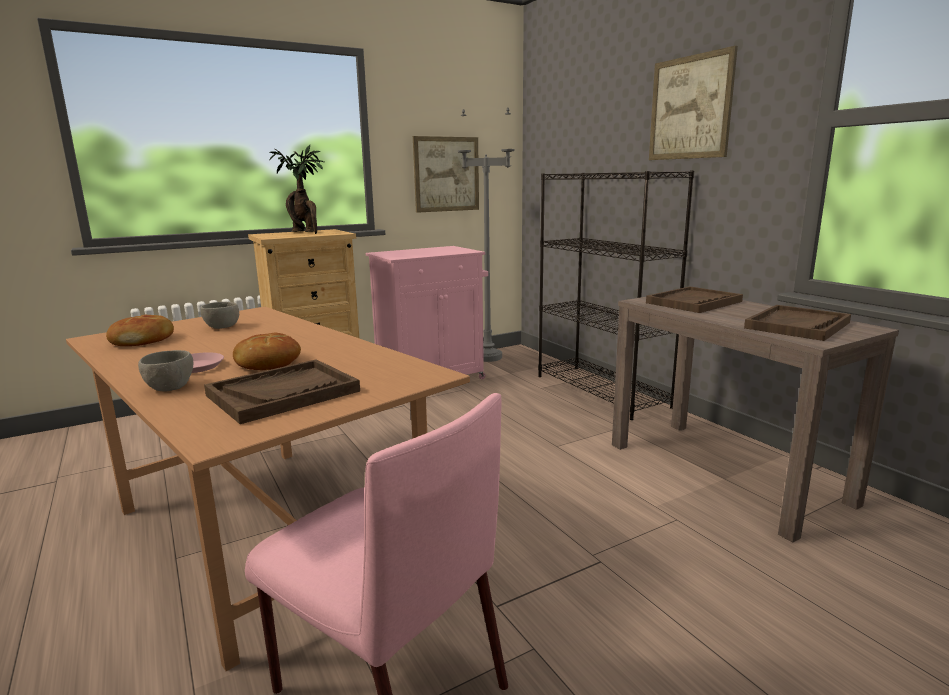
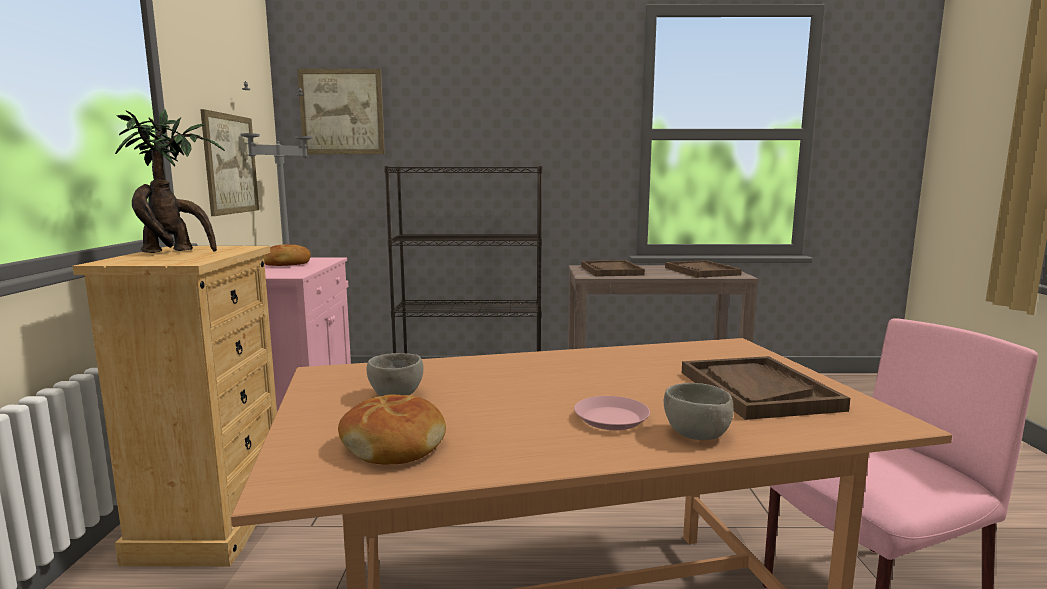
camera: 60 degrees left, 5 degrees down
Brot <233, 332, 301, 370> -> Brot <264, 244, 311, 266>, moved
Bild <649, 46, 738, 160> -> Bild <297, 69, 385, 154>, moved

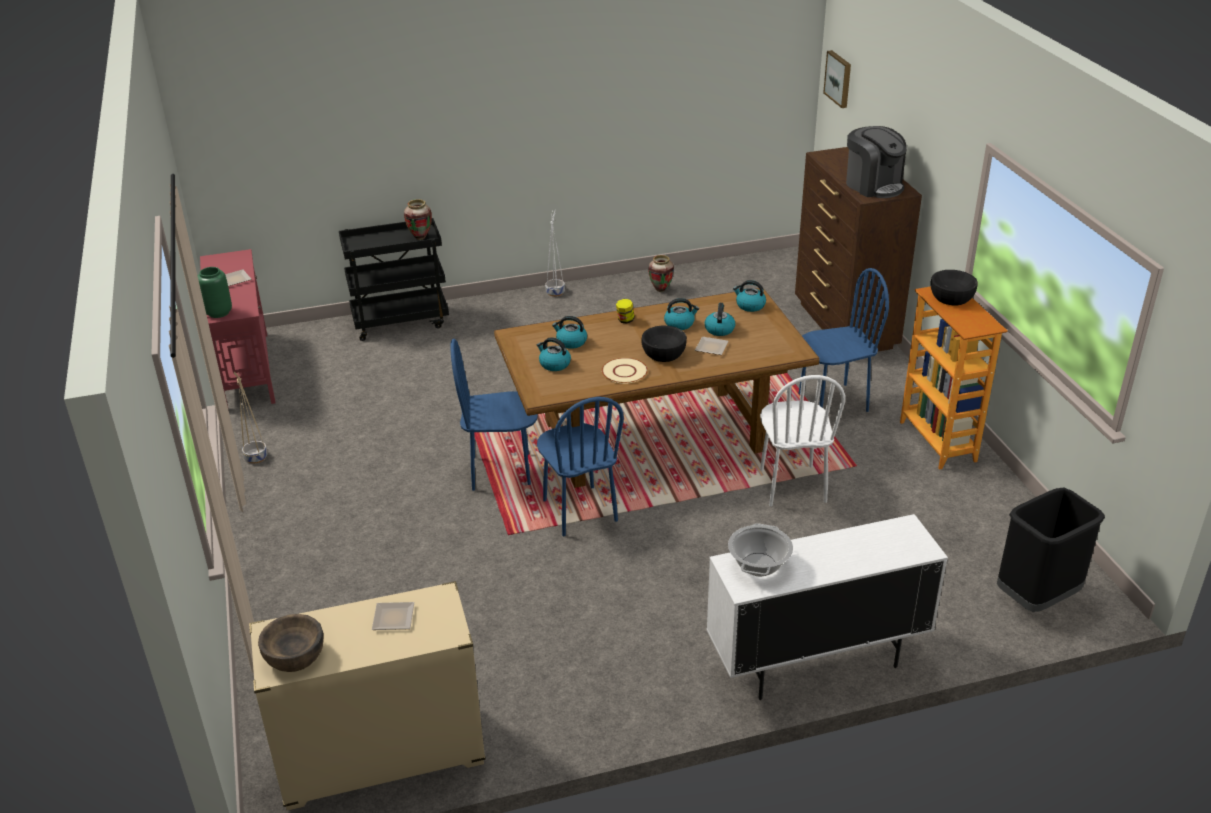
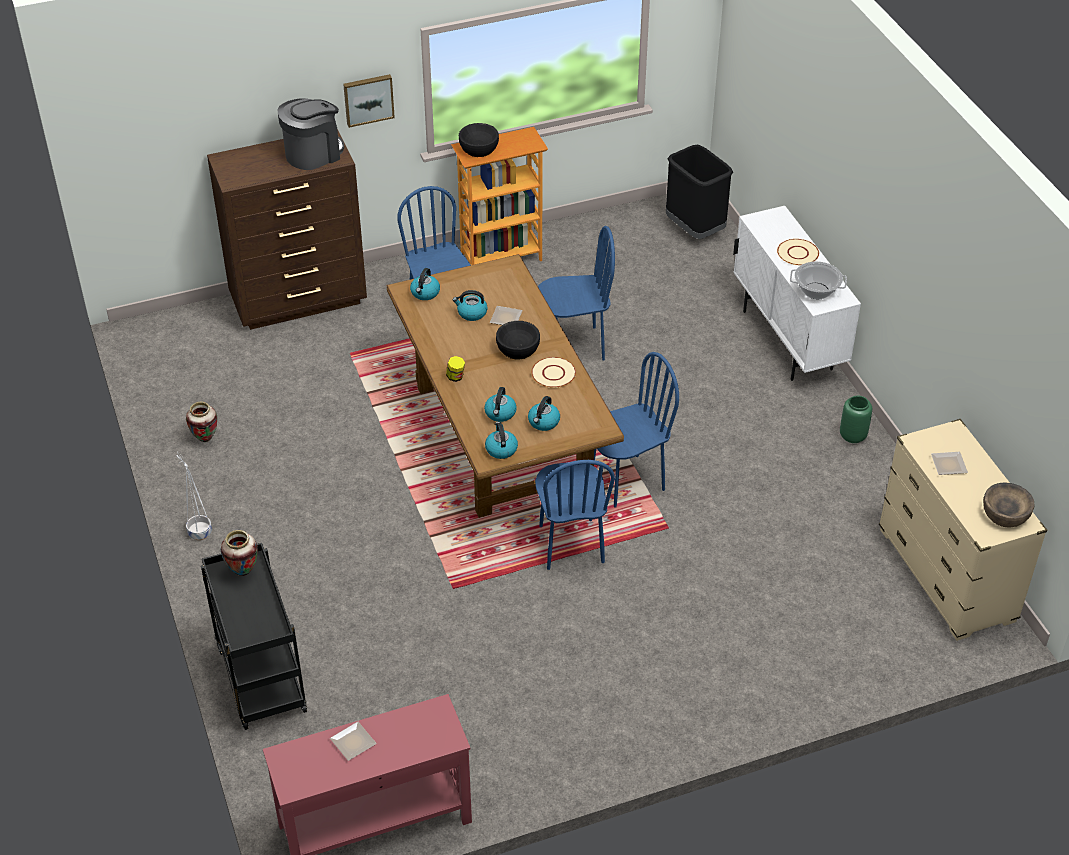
camera: 95 degrees left, 10 degrees up
Bild <823, 50, 851, 108> -> Bild <343, 74, 395, 128>, moved
Wasserkessel <664, 298, 699, 330> -> Wasserkessel <485, 422, 518, 459>, moved
Stuhl/weiß <760, 375, 845, 506> -> Stuhl/blau <538, 226, 615, 361>
none -> Teller/beige <777, 239, 819, 266>
Vase/grün <198, 267, 232, 318> -> Vase/grün <840, 396, 872, 443>, moved
Pflanzkübel/beige <234, 372, 268, 464> -> none

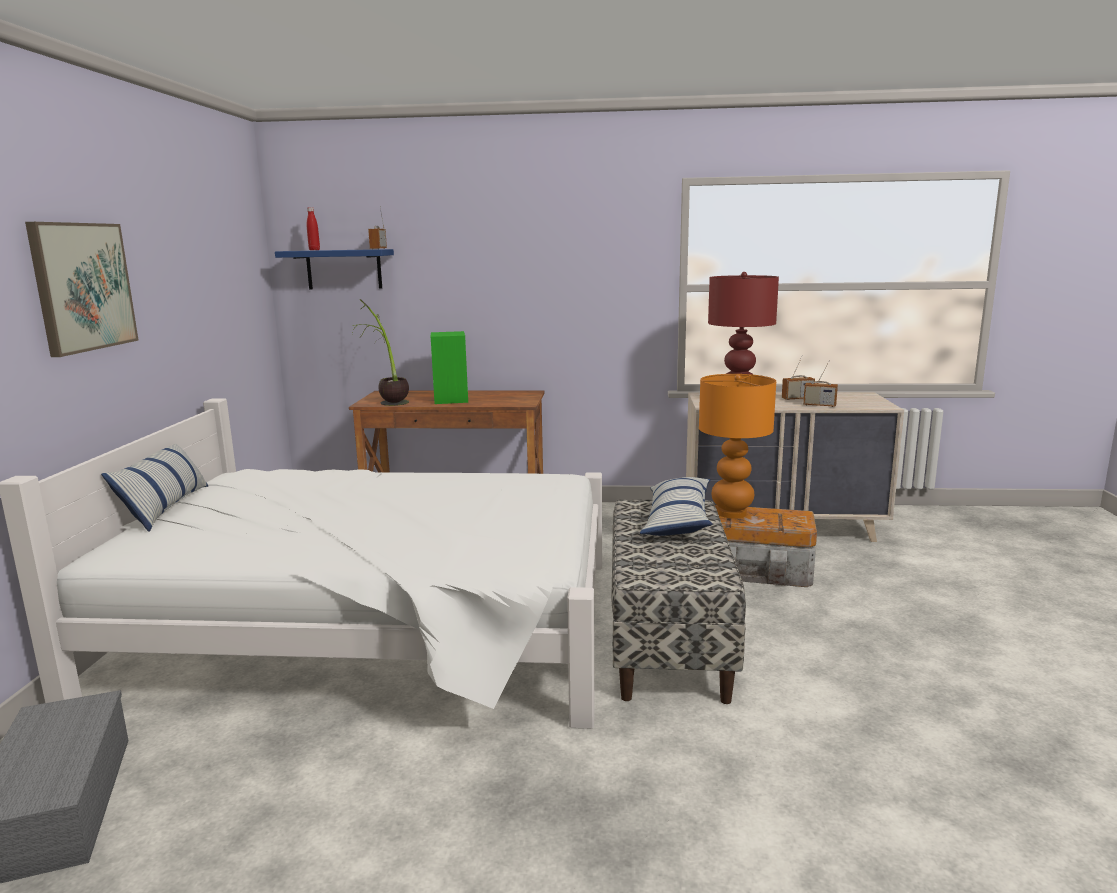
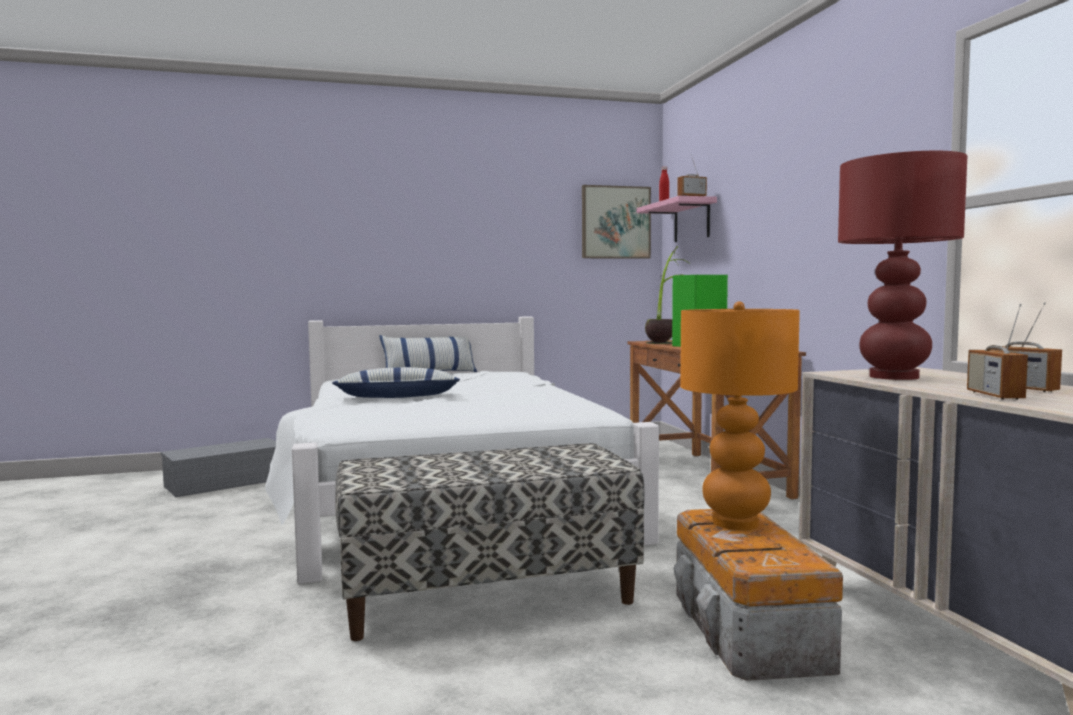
camera: 70 degrees right, 10 degrees down
Kissen <640, 477, 712, 536> -> Kissen <332, 367, 460, 398>, moved
Bild <25, 222, 139, 357> -> Bild <582, 185, 651, 259>, moved
Wandregal/blau <275, 249, 394, 289> -> Wandregal/rosa <636, 196, 717, 242>

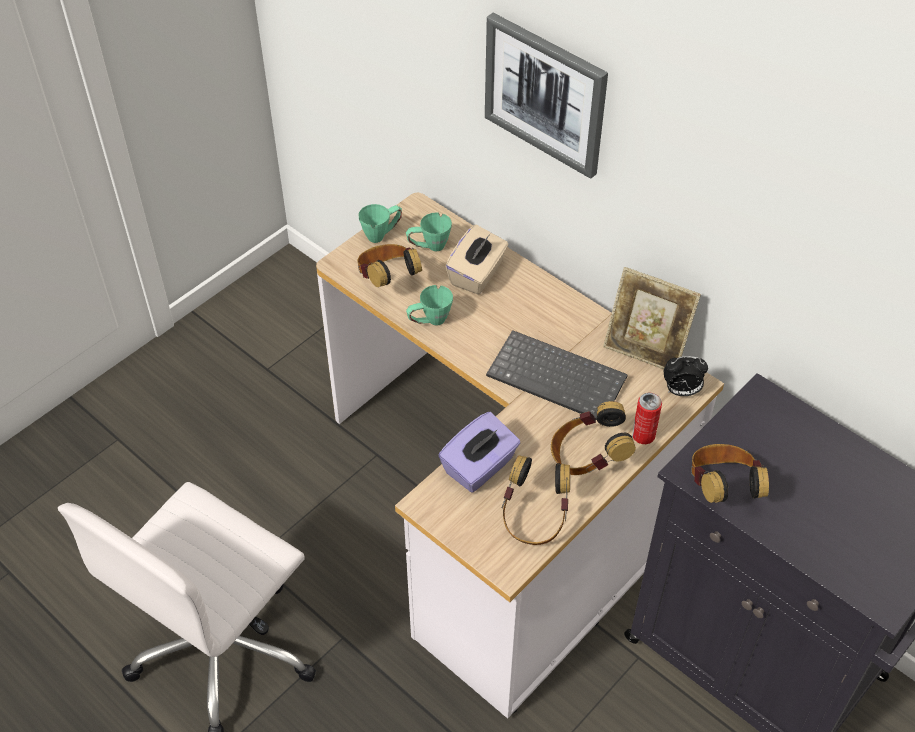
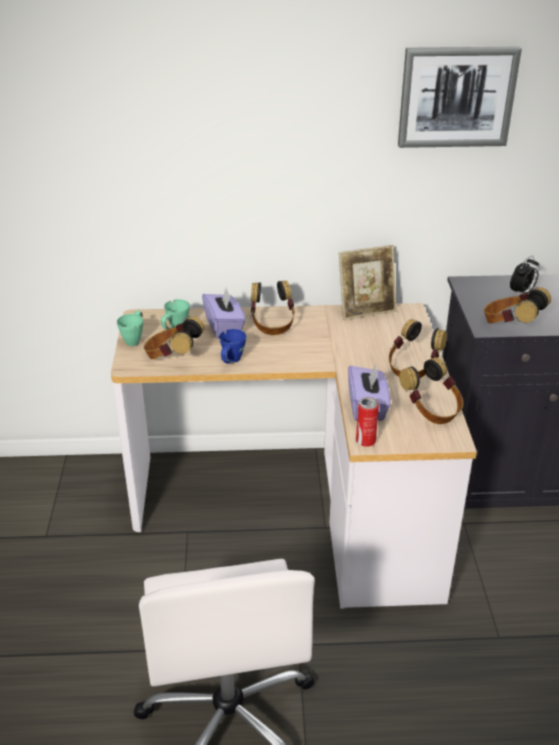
camera: 45 degrees left, 15 degrees down
Taschentuchbox/beige <445, 225, 509, 294> -> Taschentuchbox/lila <202, 288, 246, 339>
Henkelbecher/grün <406, 285, 453, 325> -> Henkelbecher/blau <219, 329, 246, 364>
none -> Kopfhörer <251, 280, 295, 335>
Dose <632, 393, 662, 444> -> Dose <356, 397, 379, 447>, moved
Bild <485, 13, 608, 179> -> Bild <398, 47, 522, 148>, moved
Wecker <664, 356, 708, 396> -> Wecker <510, 256, 539, 296>, moved
Tastatur <486, 330, 628, 420> -> none

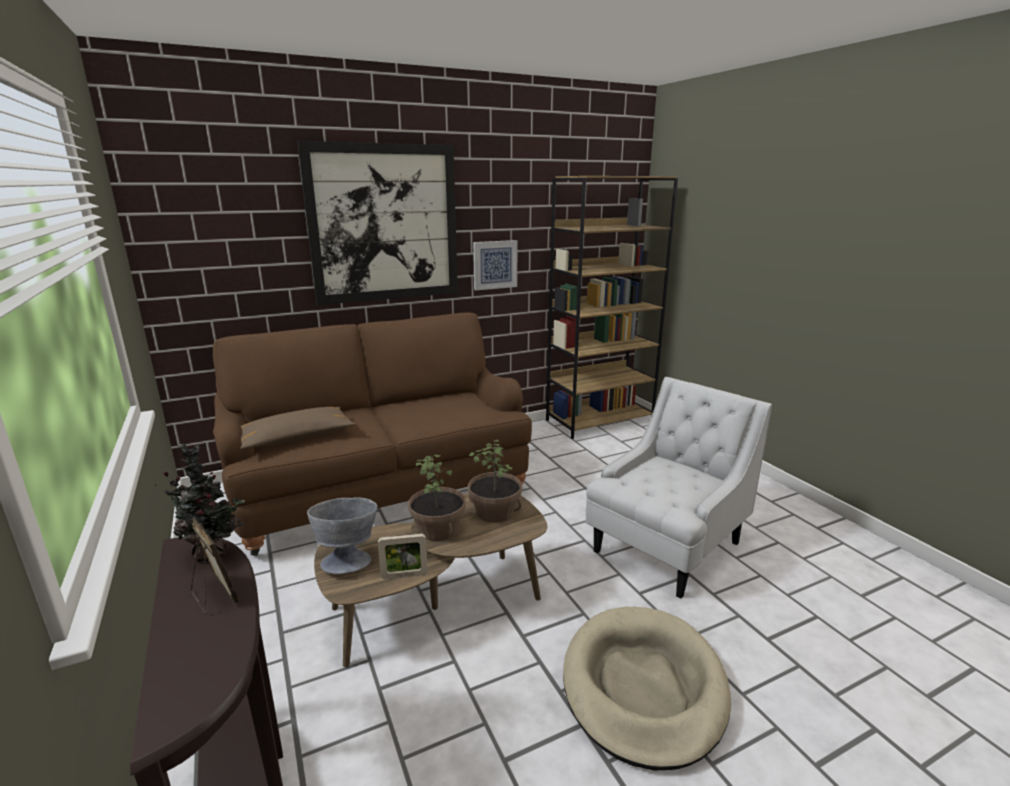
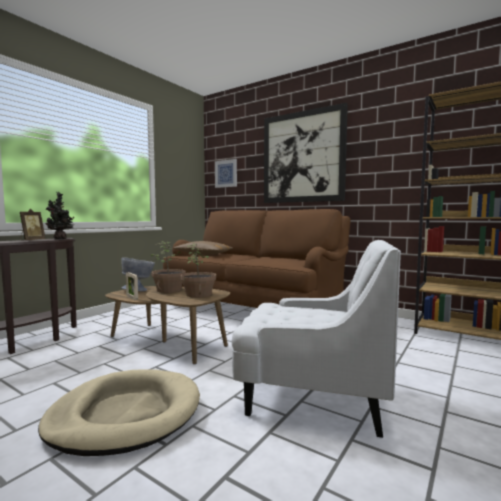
camera: 60 degrees right, 15 degrees down
Bild <473, 240, 518, 290> -> Bild <215, 159, 237, 188>, moved

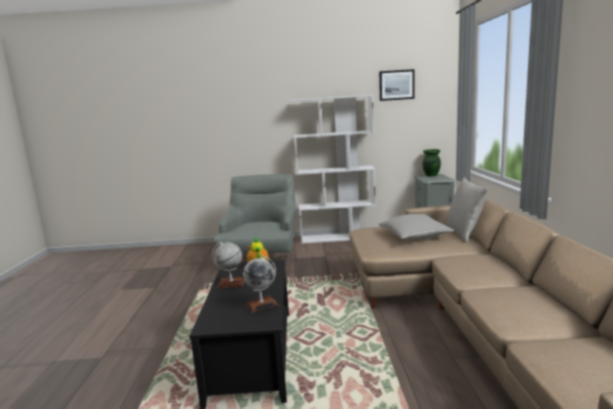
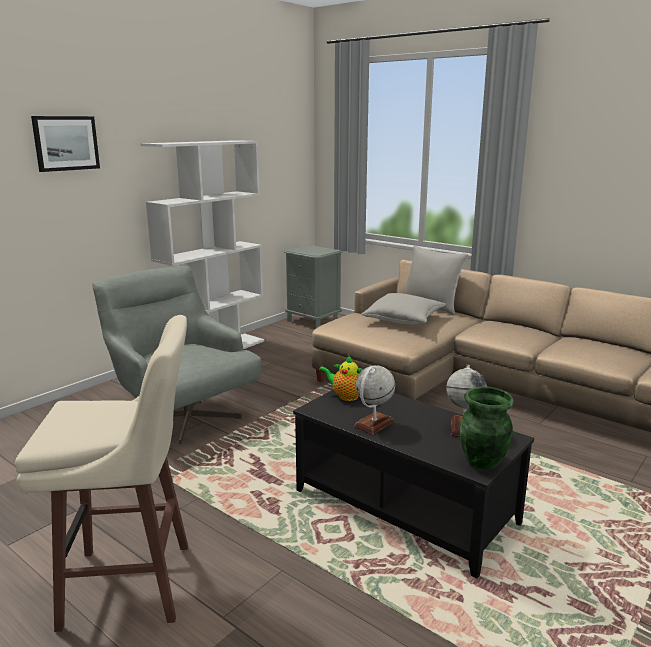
camera: 50 degrees left, 5 degrees up
none -> Hocker/beige <15, 315, 188, 632>
Bild <379, 69, 415, 101> -> Bild <31, 116, 100, 172>, moved
Vase/grün <422, 149, 441, 176> -> Vase/grün <460, 387, 514, 470>, moved

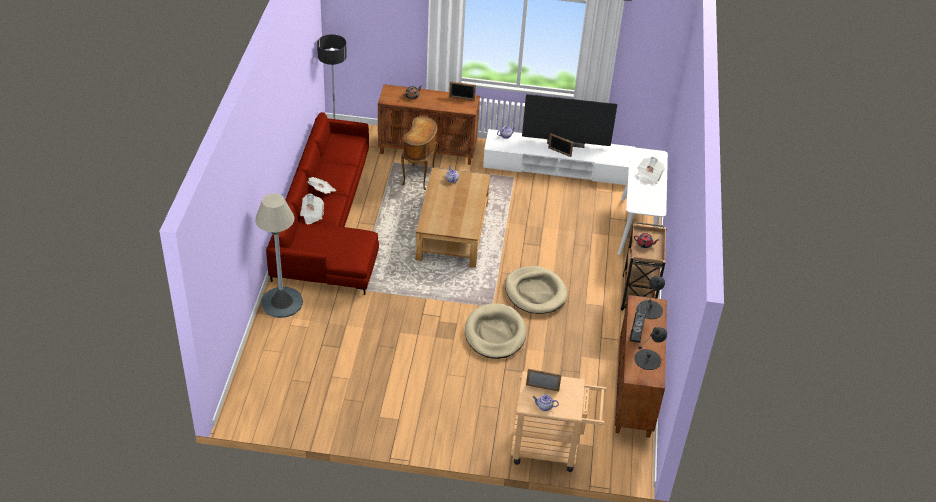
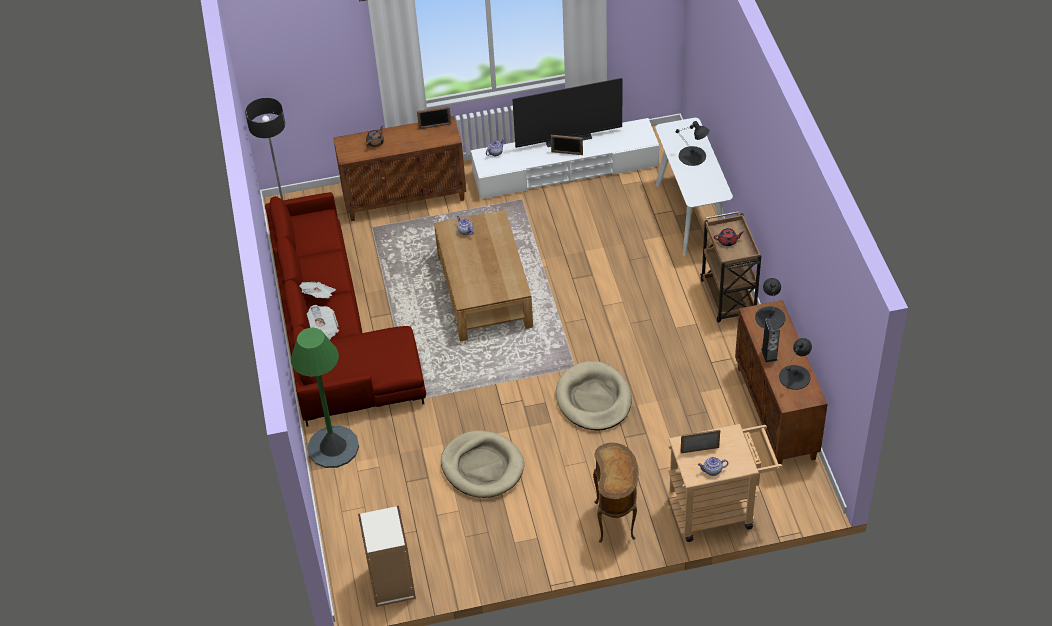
camera: 15 degrees left, 5 degrees up
Stehlampe/grau <255, 193, 303, 318> -> Stehlampe/grün <291, 328, 359, 468>
none -> Bücherregal <358, 506, 416, 607>
Hundebett/beige <505, 266, 568, 314> -> Hundebett/beige <441, 431, 524, 498>, moved
Beistelltisch/braun <401, 116, 438, 190> -> Beistelltisch/braun <593, 443, 639, 543>, moved
Zeitung <637, 157, 664, 185> -> Tischlampe/schwarz <675, 121, 710, 166>

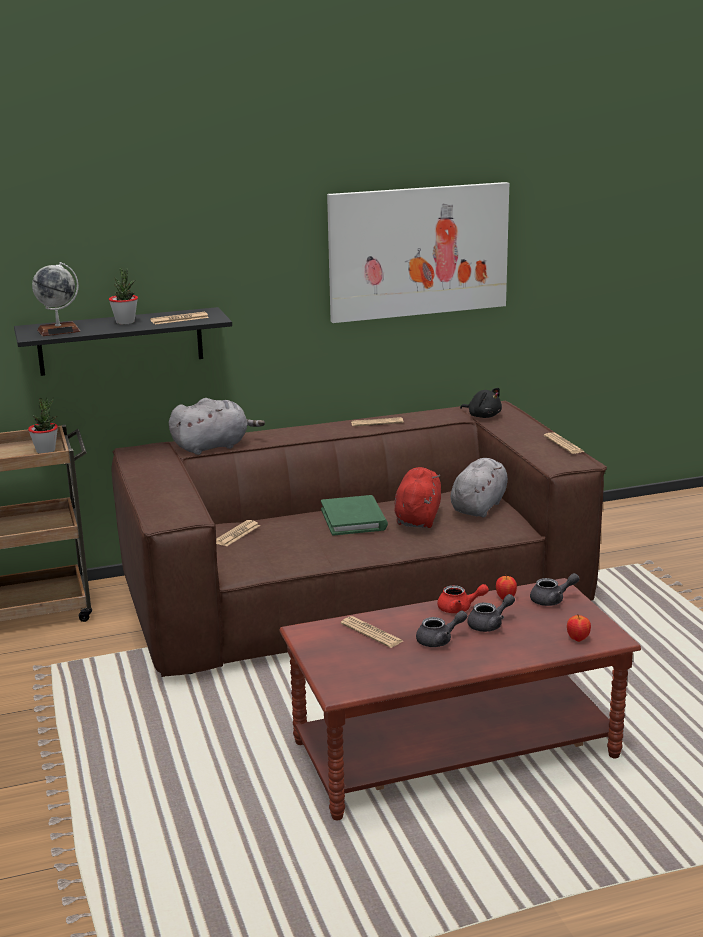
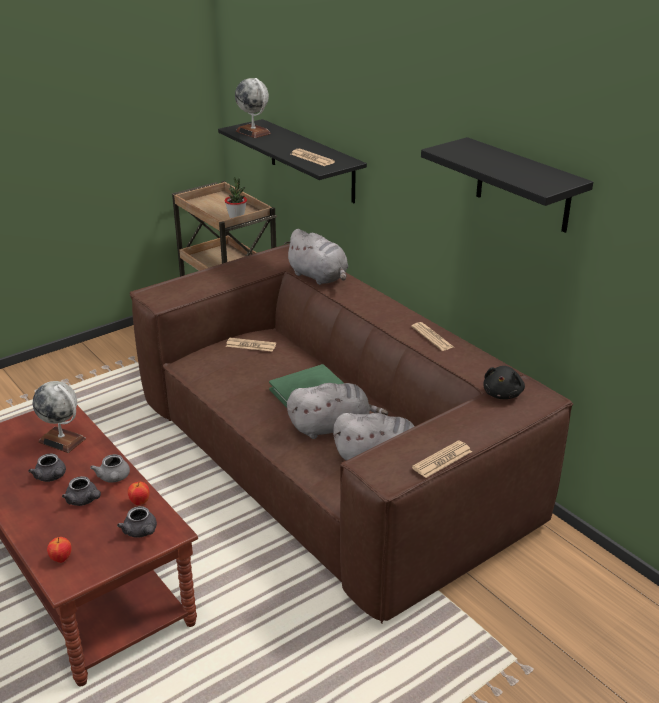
camera: 70 degrees right, 10 degrees up
Zeitung <341, 616, 403, 648> -> Globus <32, 381, 86, 453>
Teekanne/rot <437, 584, 489, 613> -> Teekanne/grau <90, 454, 130, 482>
Plüschtier/rot <394, 467, 441, 528> -> Plüschtier/grau <287, 383, 388, 439>
Bild <327, 182, 509, 323> -> Wandregal/schwarz <421, 137, 593, 233>
Topfpflanze <109, 267, 138, 325> -> none

